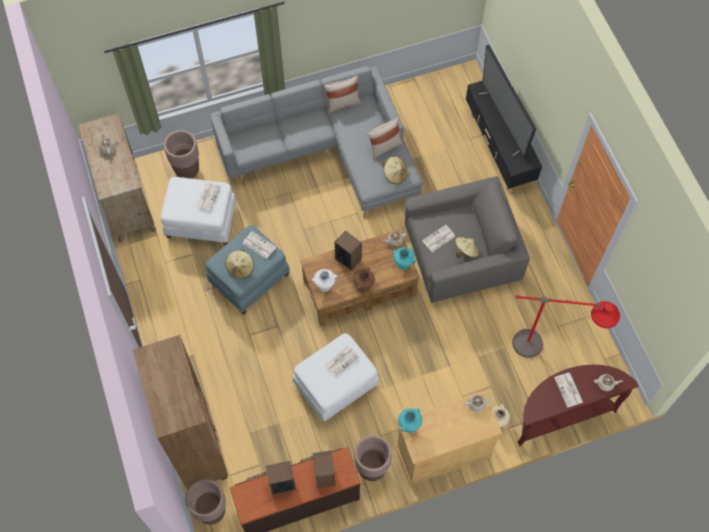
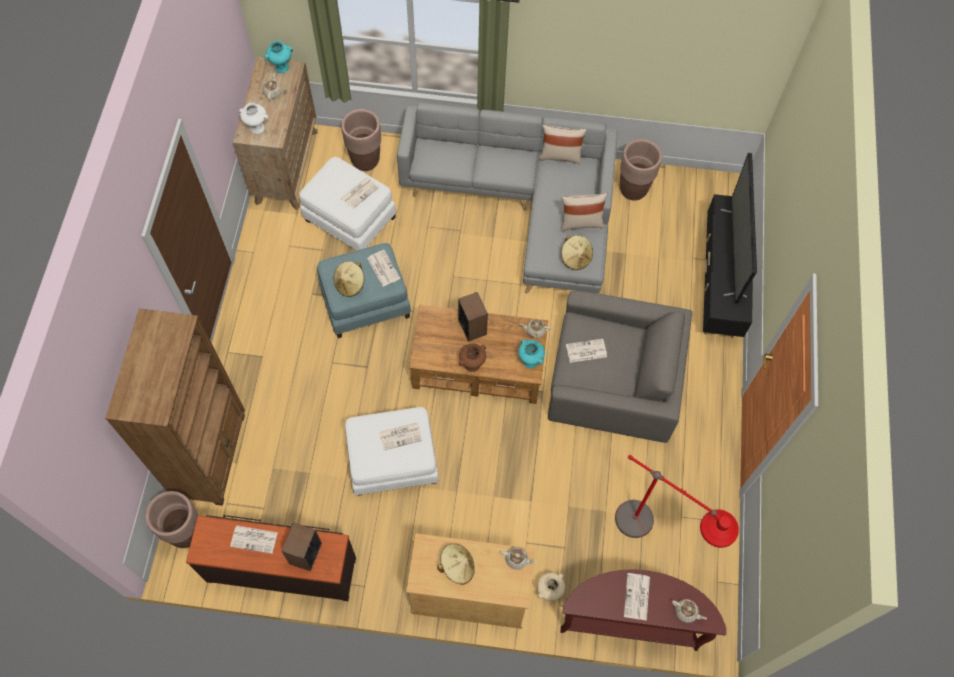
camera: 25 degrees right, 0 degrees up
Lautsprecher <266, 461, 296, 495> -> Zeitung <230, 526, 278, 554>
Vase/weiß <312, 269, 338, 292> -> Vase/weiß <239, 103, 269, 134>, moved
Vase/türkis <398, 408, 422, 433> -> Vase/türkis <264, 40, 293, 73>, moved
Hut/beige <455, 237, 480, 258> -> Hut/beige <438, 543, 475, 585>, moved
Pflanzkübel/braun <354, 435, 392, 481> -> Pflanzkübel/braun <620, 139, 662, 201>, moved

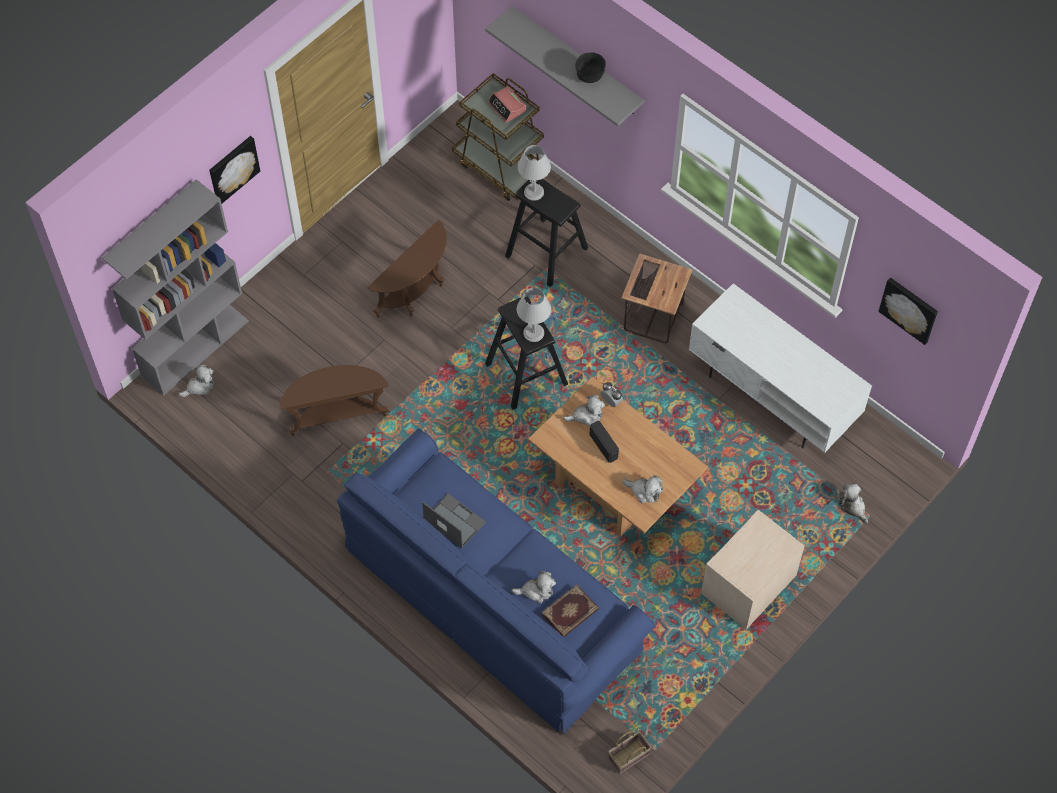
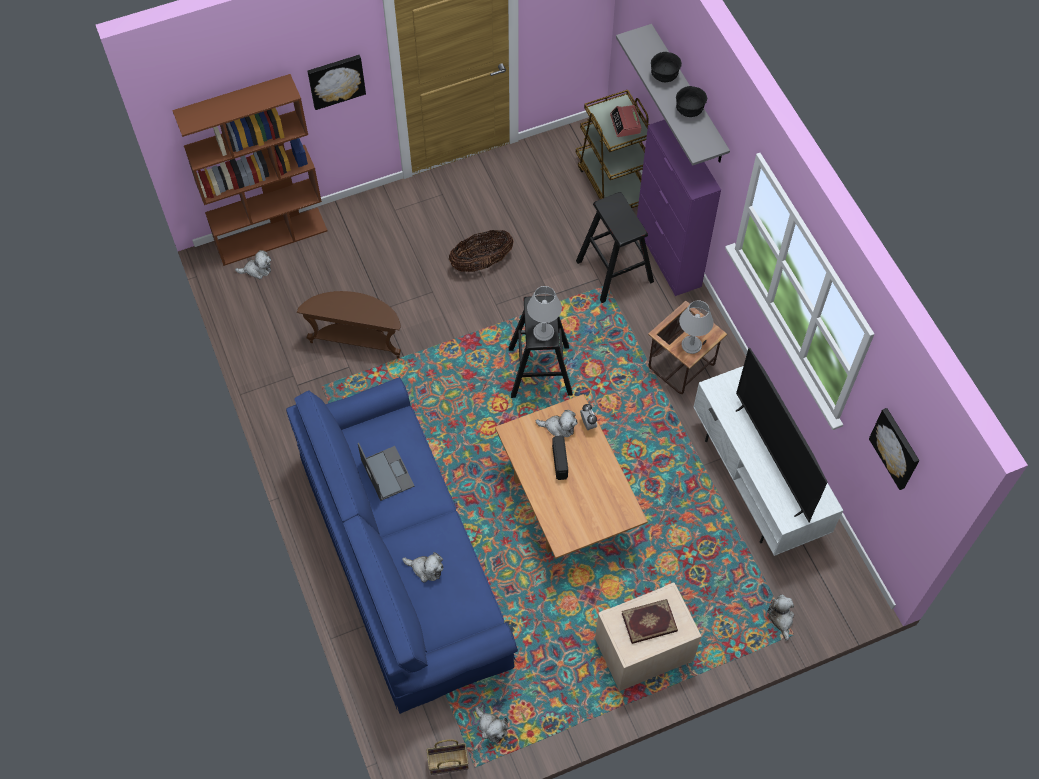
camera: 25 degrees right, 0 degrees up
Bücherregal/grau <102, 179, 249, 396> -> Bücherregal/braun <172, 74, 328, 266>
Beistelltisch/braun <367, 220, 447, 318> -> Korb <449, 230, 514, 272>
Plüschtier <623, 475, 663, 503> -> Plüschtier <475, 706, 508, 743>, moved
Buch <541, 584, 599, 637> -> Buch <622, 599, 678, 644>, moved
none -> Schrank/lila <637, 120, 721, 296>
none -> Schüssel/schwarz <651, 52, 682, 82>
Tischlampe/grau <517, 145, 551, 201> -> Tischlampe/grau <679, 300, 714, 354>, moved
none -> Fernseher <736, 348, 827, 522>

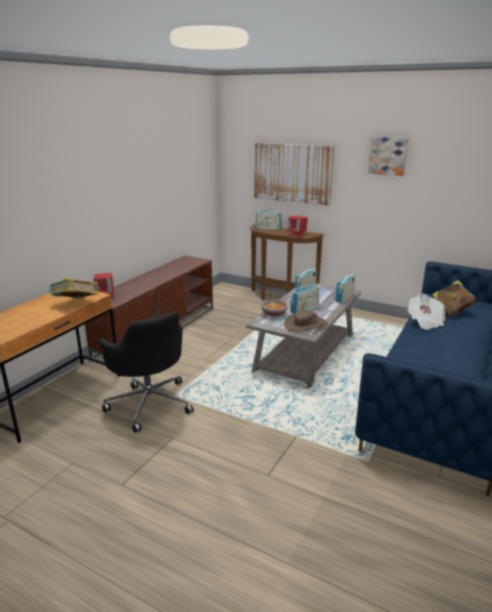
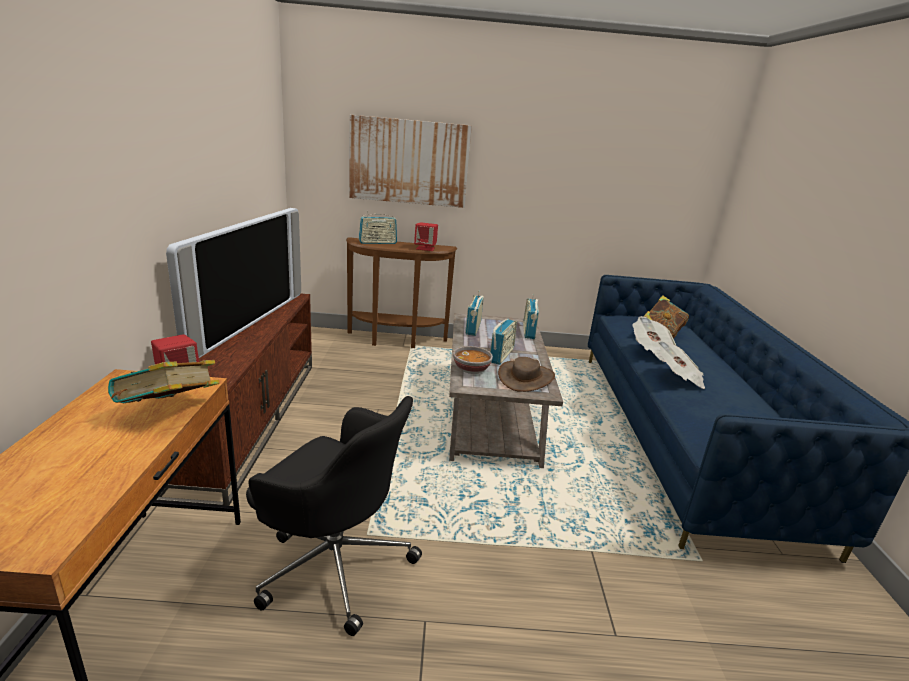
camera: 30 degrees left, 0 degrees up
none -> Fernseher <166, 208, 301, 358>
none -> Zeitung <658, 340, 705, 389>
Bild <368, 137, 409, 176> -> none

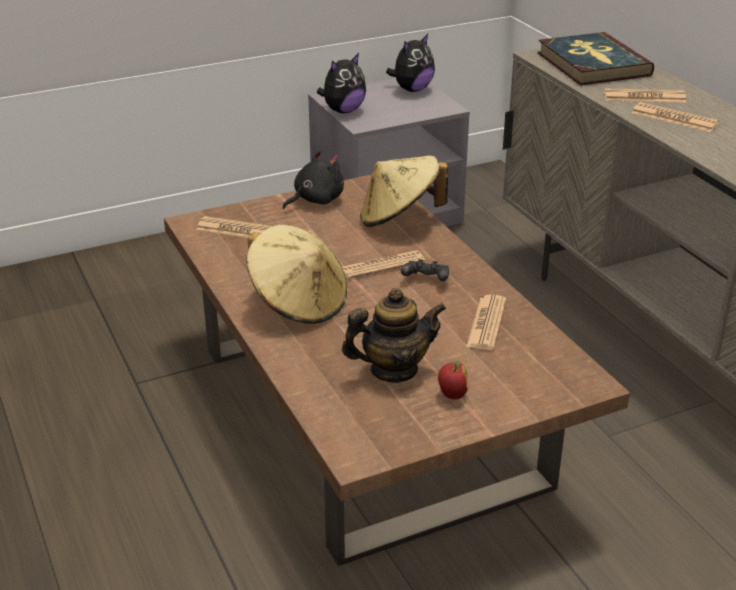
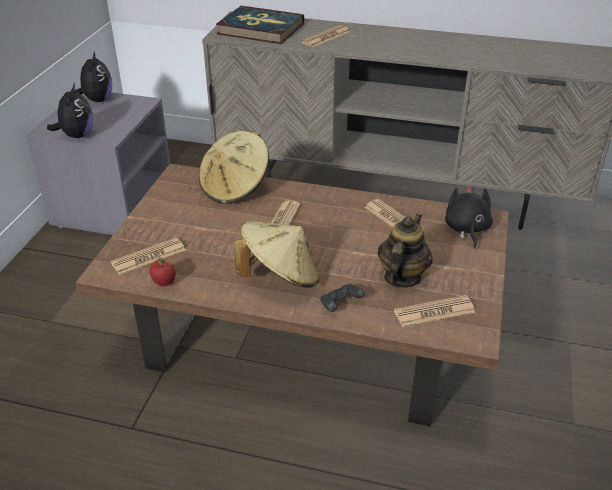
camera: 50 degrees left, 5 degrees up
Apfel <438, 360, 468, 399> -> Apfel <149, 258, 176, 286>, moved
Gamepad/schwarz <401, 259, 449, 281> -> Gamepad/schwarz <320, 284, 365, 312>, moved
Zeitung <632, 102, 720, 132> -> Zeitung <394, 295, 475, 327>, moved
Plüschtier/schwarz <282, 151, 344, 209> -> Plüschtier/schwarz <445, 185, 493, 249>, moved

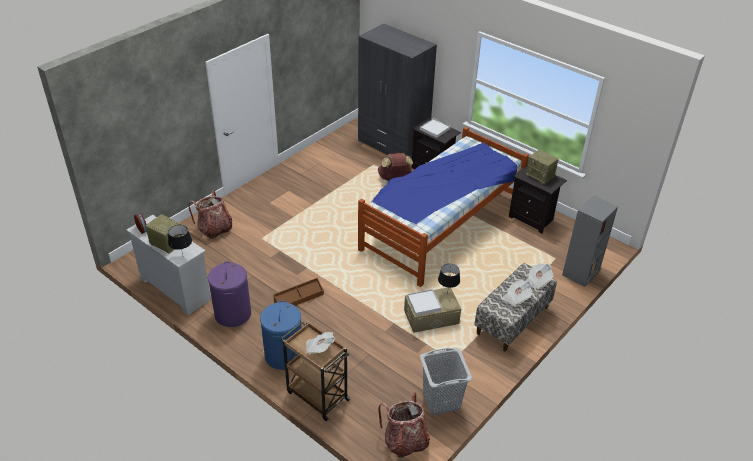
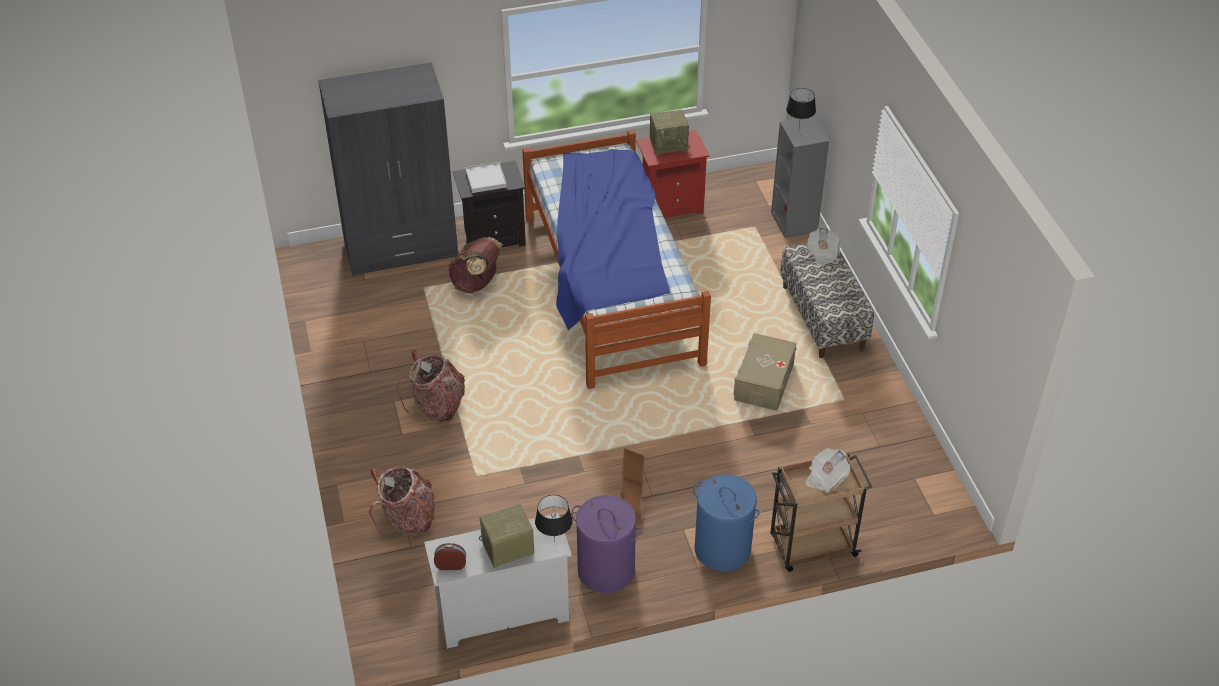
camera: 55 degrees left, 5 degrees up
Rucksack <378, 392, 430, 458> -> Rucksack <396, 350, 465, 422>, moved
Nachttisch/schwarz <509, 165, 567, 233> -> Nachttisch/rot <636, 130, 710, 218>
Tischlampe/schwarz <438, 264, 460, 294> -> Tischlampe/schwarz <786, 88, 816, 127>, moved
Tablett/weiß <407, 289, 442, 316> -> none
Wäschekorb/grau <420, 348, 472, 415> -> none
Zeitung <502, 280, 532, 306> -> none

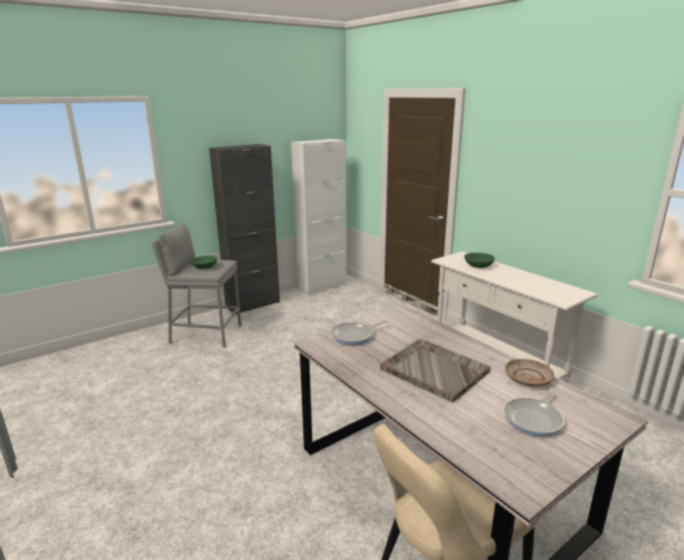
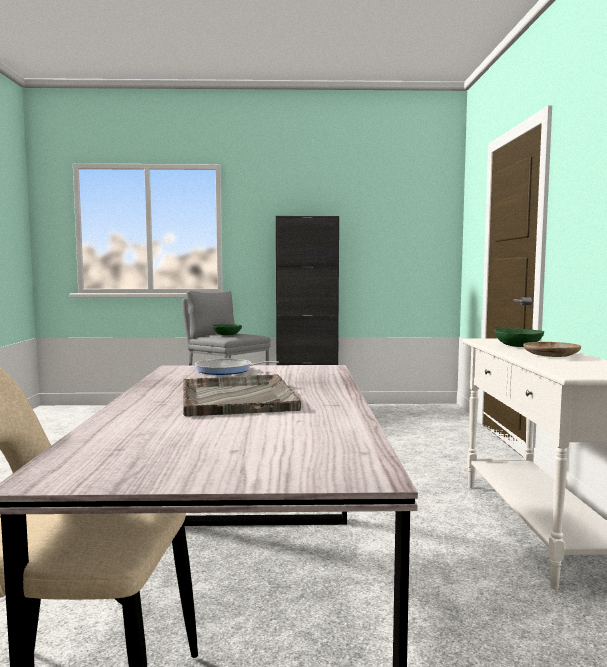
camera: 35 degrees right, 15 degrees down
Teller/beige <505, 359, 554, 387> -> Teller/beige <523, 342, 581, 357>, moved
Schrank/weiß <291, 139, 346, 295> -> none
Pfanne <504, 387, 565, 437> -> none

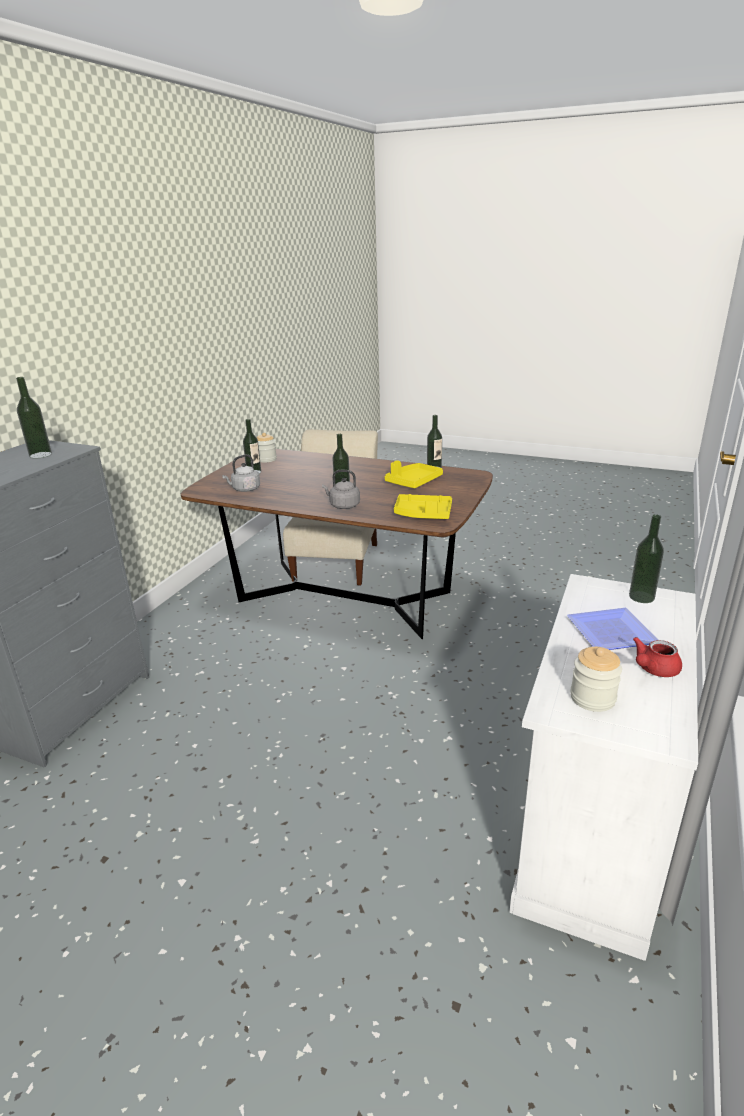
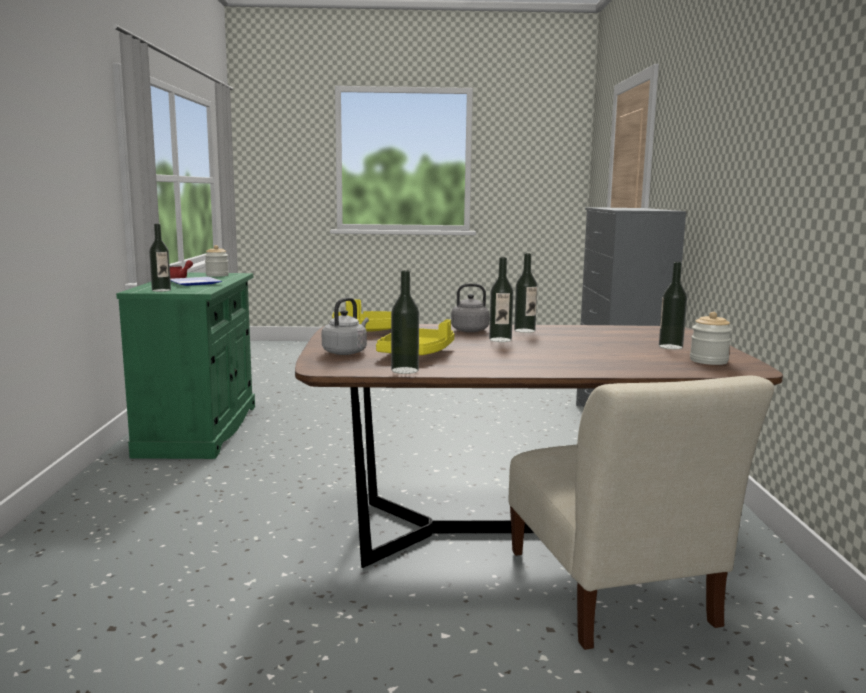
camera: 155 degrees right, 15 degrees down
Schrank/weiß <509, 574, 698, 961> -> Schrank/grün <116, 272, 255, 459>
Wasserkessel/grau <222, 454, 260, 492> -> Wasserkessel/grau <322, 298, 369, 355>, moved
Flasche <16, 377, 52, 459> -> Flasche <514, 253, 537, 333>, moved

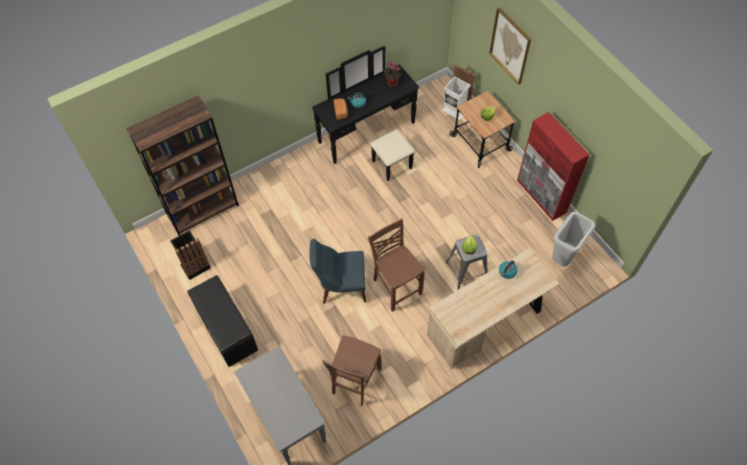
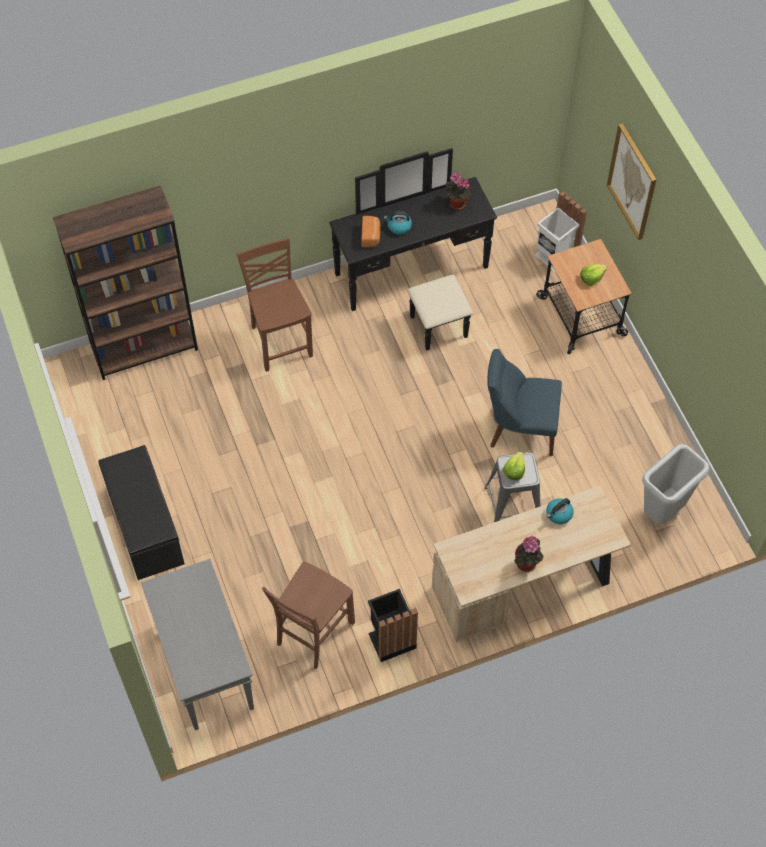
camera: 10 degrees right, 0 degrees up
Stuhl/braun <368, 219, 425, 312> -> Stuhl/braun <237, 237, 313, 372>, moved
Mülleimer/schwarz <170, 230, 211, 280> -> Mülleimer/schwarz <368, 589, 418, 662>, moved
Stuhl/blau <309, 239, 366, 304> -> Stuhl/blau <487, 349, 562, 456>, moved
none -> Topfpflanze <514, 536, 543, 572>
Schrank/rot <517, 112, 589, 221> -> none

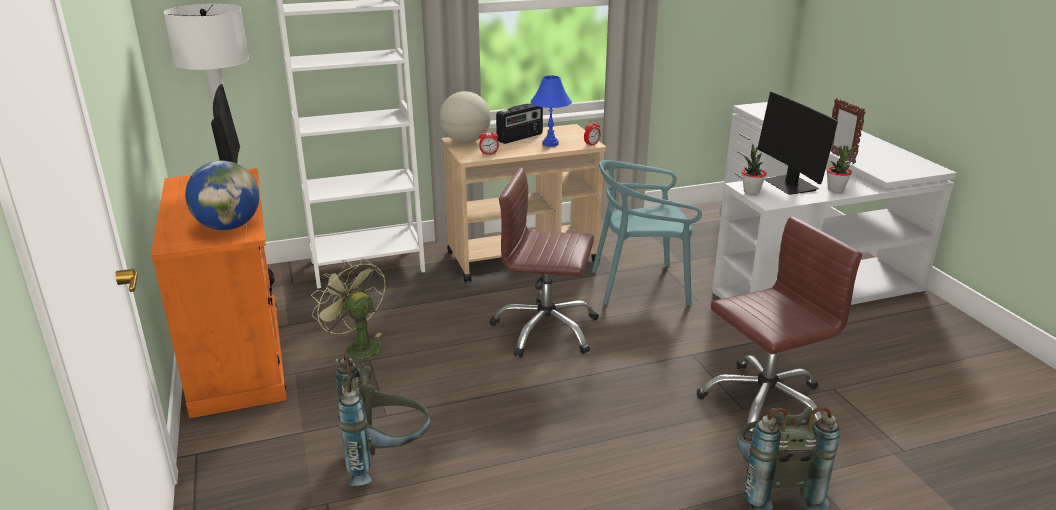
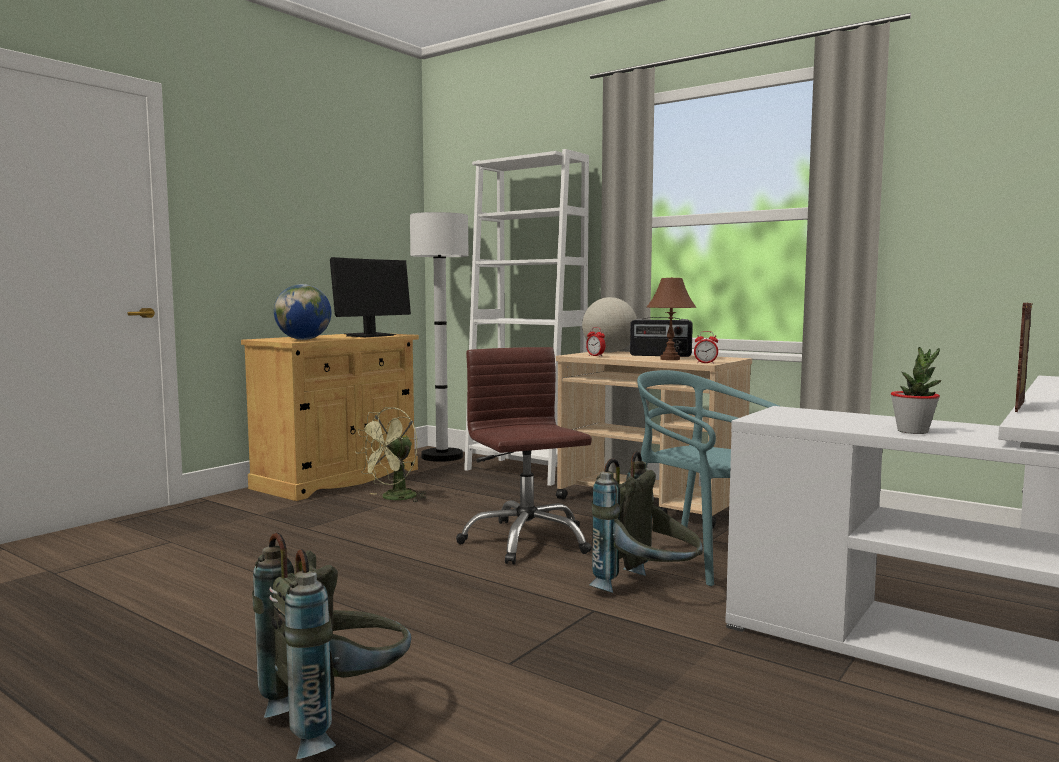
camera: 55 degrees right, 20 degrees down
Schrank/orange <151, 168, 287, 418> -> Schrank/beige <241, 334, 419, 501>
Ventilator/grün <311, 258, 386, 366> -> Ventilator/grün <355, 407, 427, 502>, 150 degrees counterclockwise
Rucksack/grau <336, 354, 431, 486> -> Rucksack/grau <590, 451, 703, 593>, moved
Tischlampe/blau <530, 75, 572, 147> -> Tischlampe/braun <647, 277, 696, 360>
Bürostuhl/braun <697, 216, 862, 442> -> none
Topfpflanze <742, 144, 767, 194> -> none
Monitor <758, 92, 838, 195> -> none

